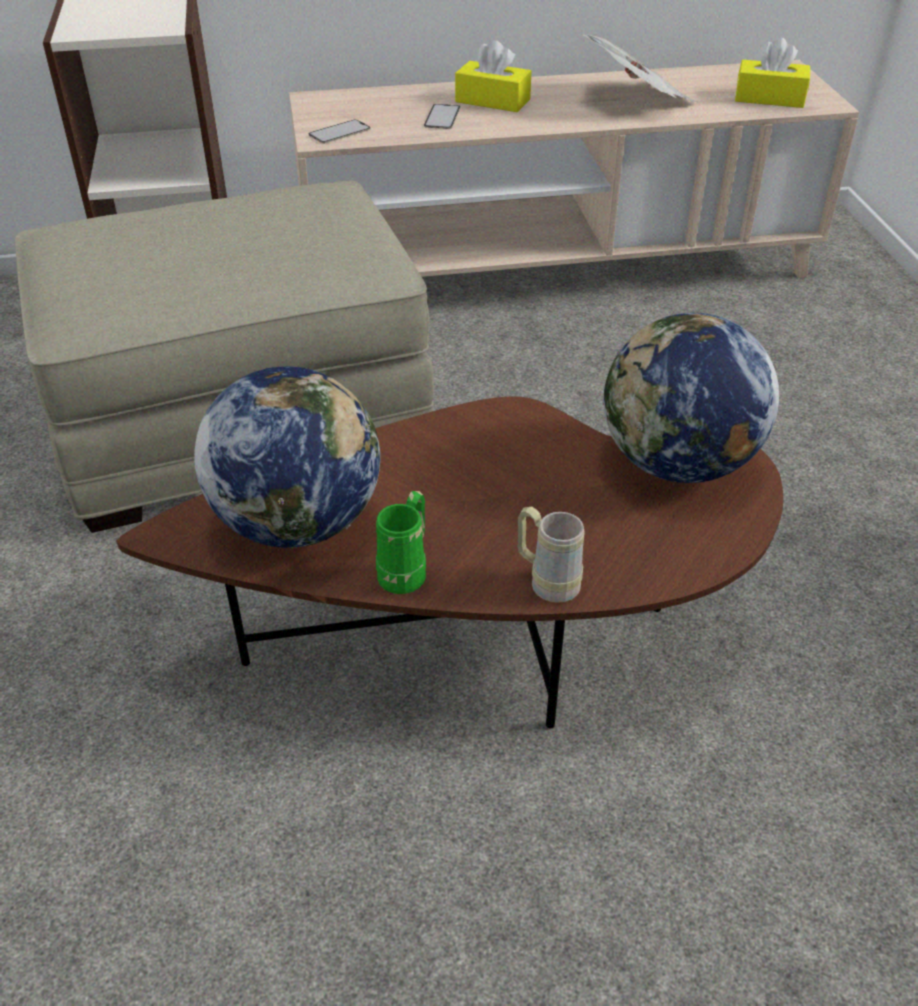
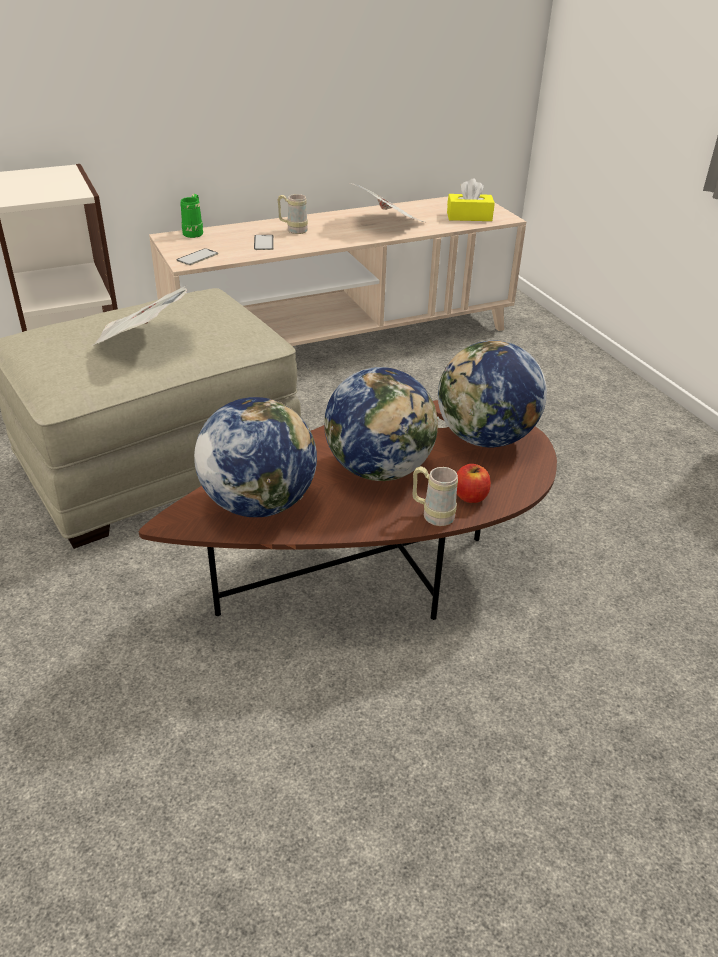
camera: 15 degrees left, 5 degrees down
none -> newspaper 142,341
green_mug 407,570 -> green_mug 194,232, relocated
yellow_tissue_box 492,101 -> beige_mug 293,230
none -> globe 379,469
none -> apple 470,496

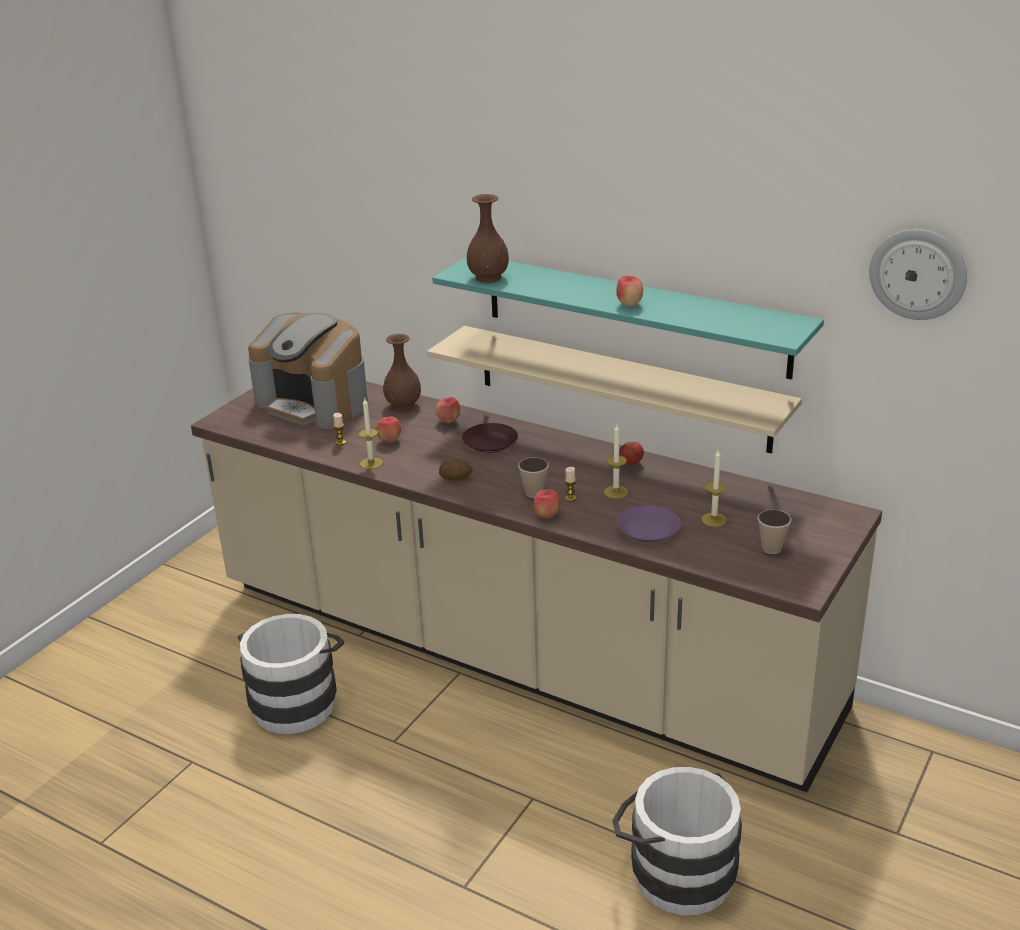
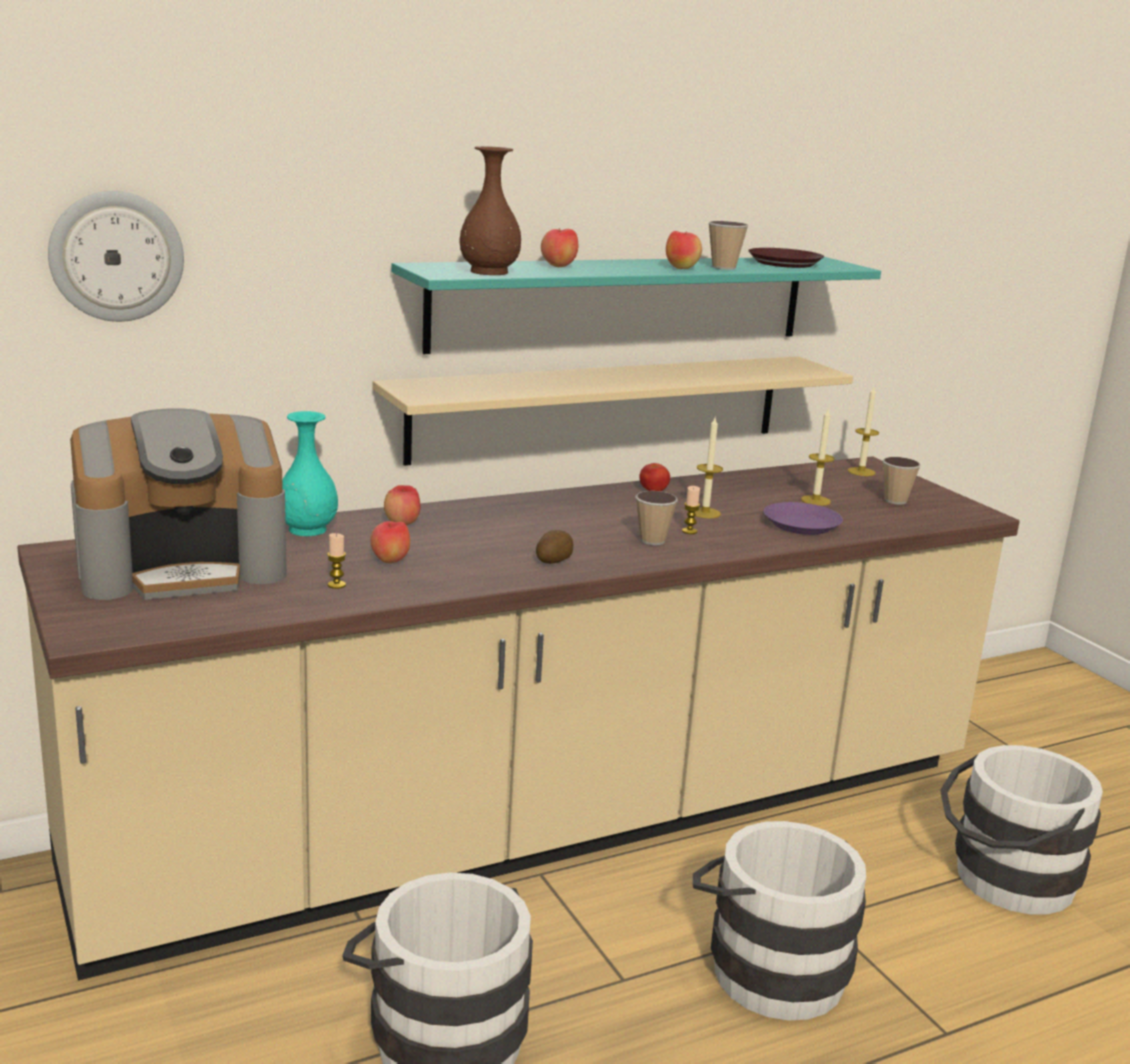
camera: 60 degrees left, 10 degrees down
wall_clock 918,273 -> wall_clock 116,256, relocated
brown_vase 403,405 -> turquoise_vase 307,529
apple 547,516 -> apple 558,266, relocated
none -> white_bucket 768,967
none -> cup 724,267
brown_plate 489,443 -> brown_plate 784,263, relocated
candle 371,463 -> candle 861,472, relocated

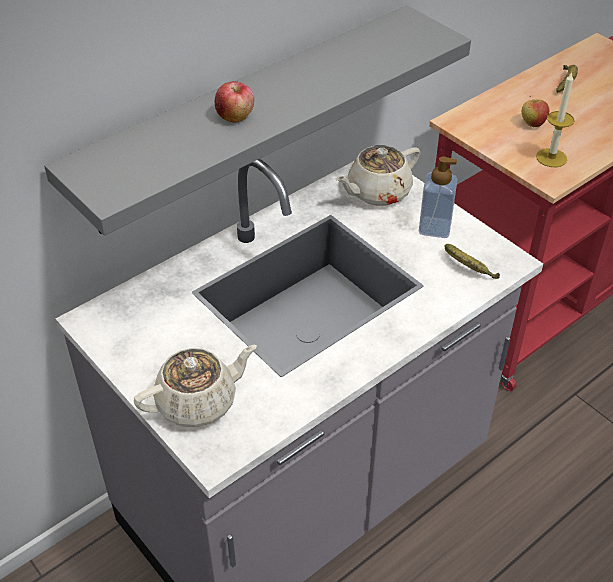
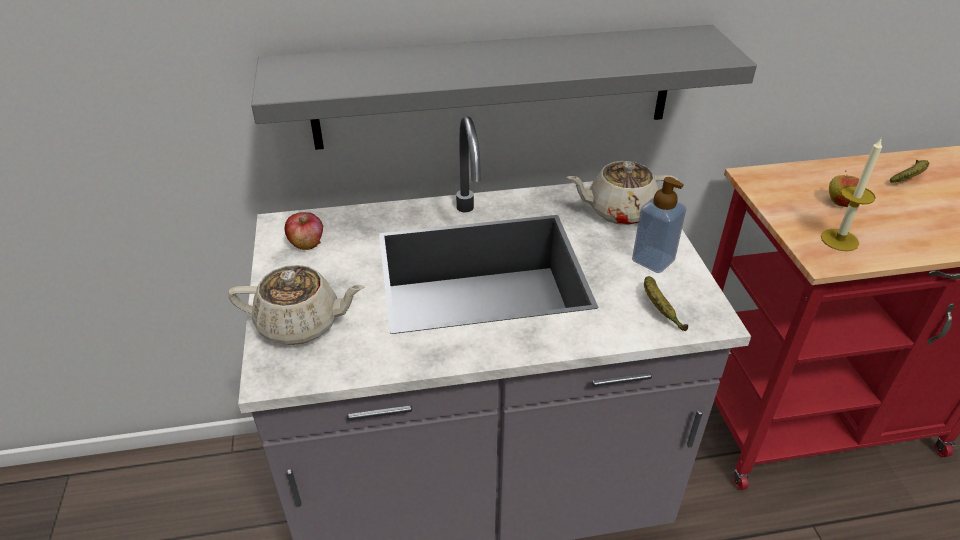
camera: 30 degrees right, 5 degrees down
apple 235,116 -> apple 307,243, relocated

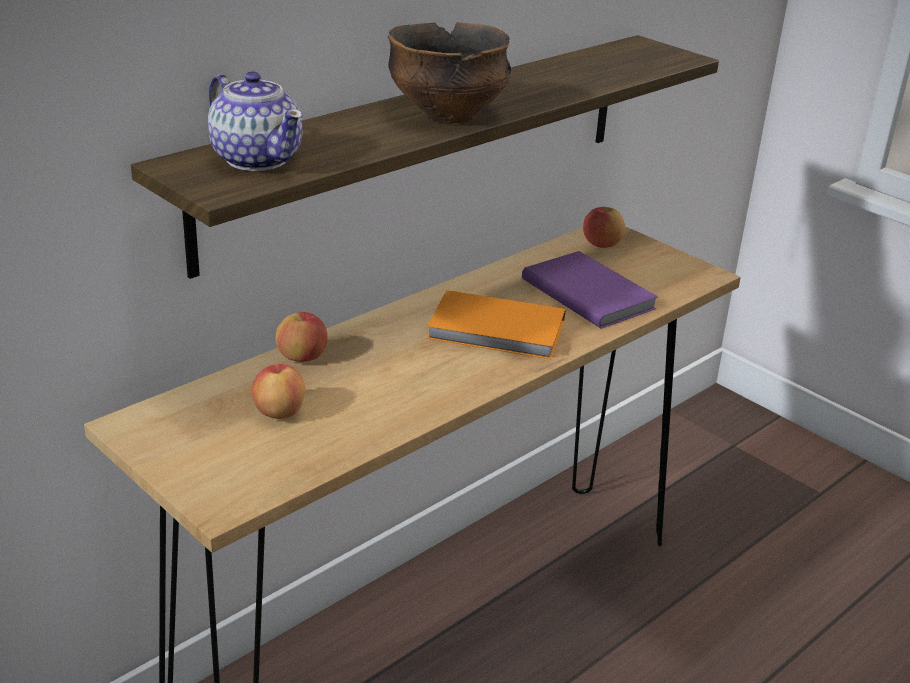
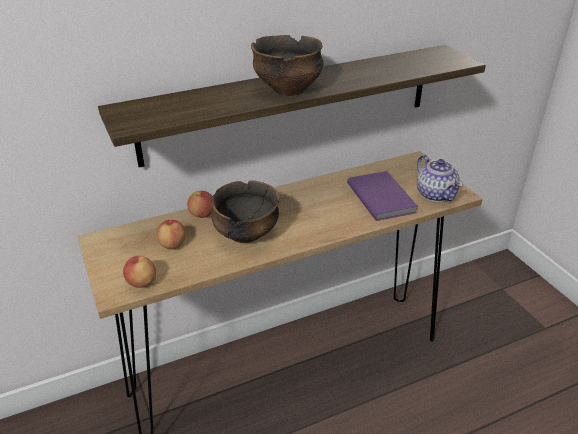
camera: 20 degrees right, 5 degrees up
apple 601,245 -> apple 141,283, relocated
none -> bowl 245,234
teapot 257,159 -> teapot 435,194, relocated
orange_book 498,331 -> none

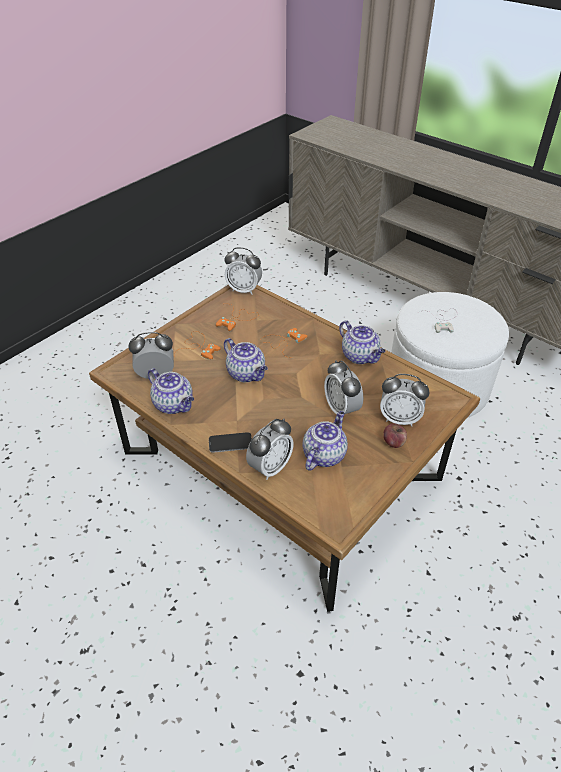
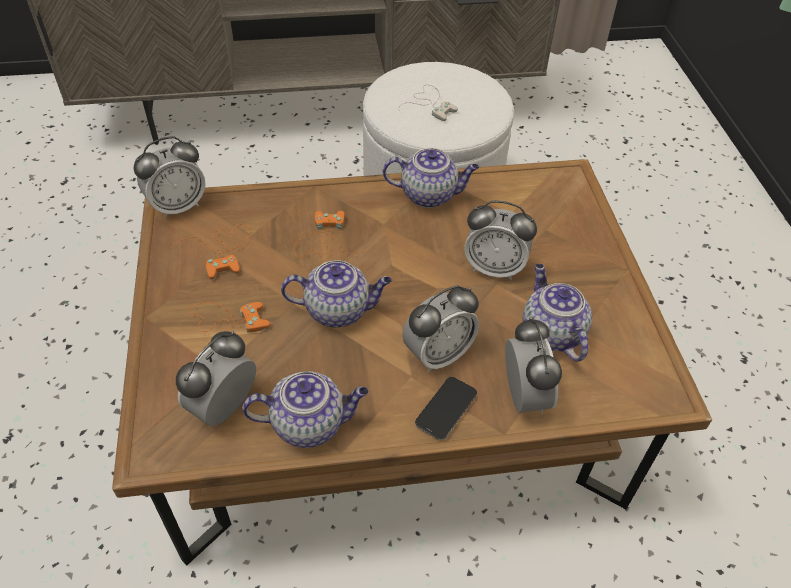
camera: 50 degrees left, 5 degrees up
alarm_clock 399,418 -> alarm_clock 438,355, relocated
apple 394,442 -> none

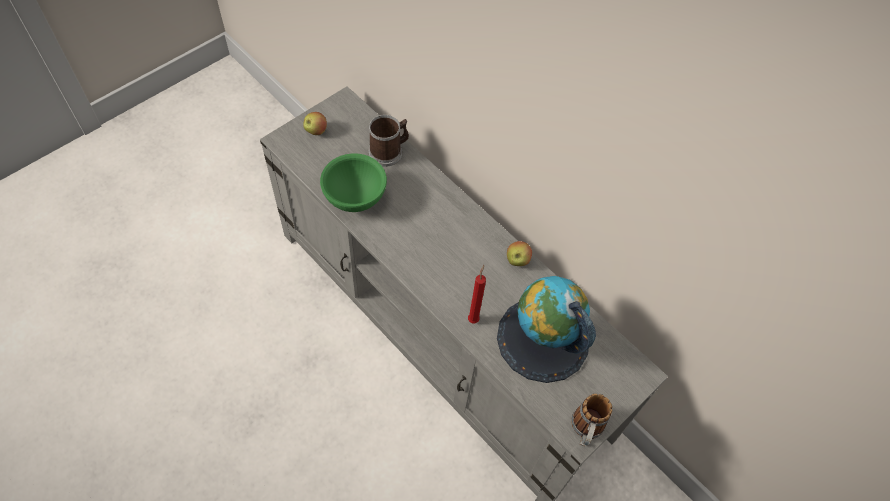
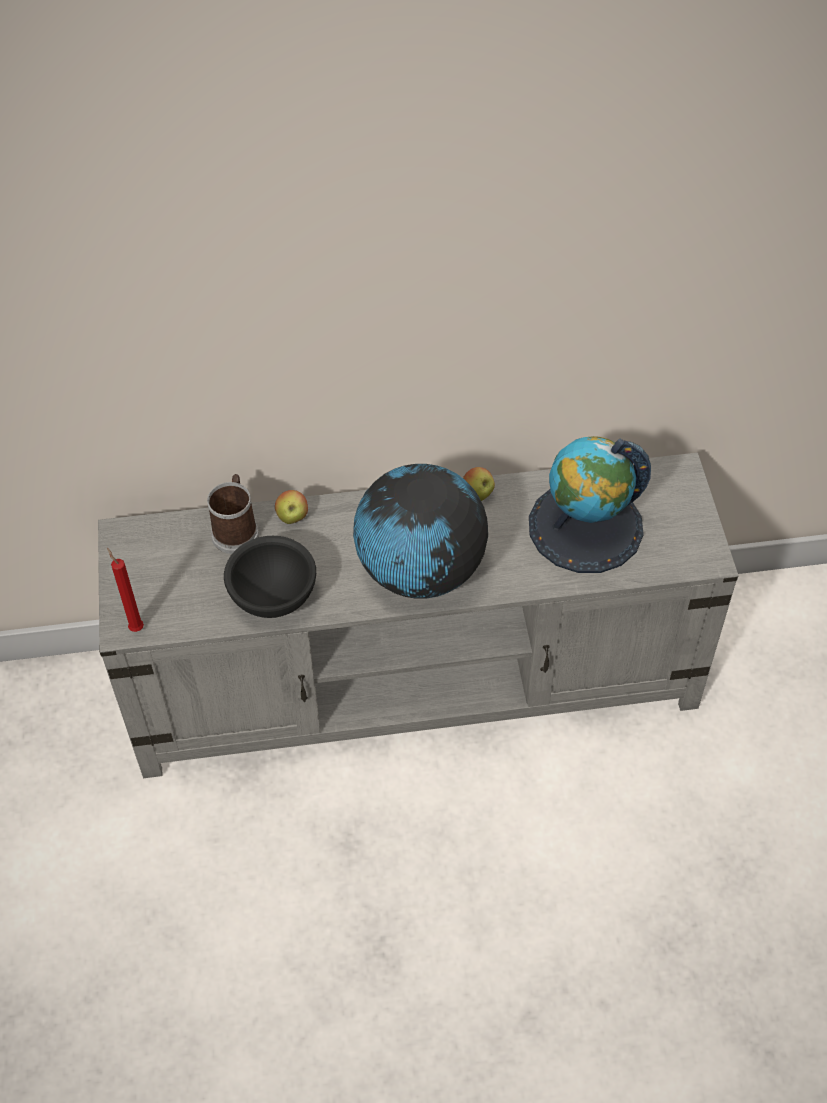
camera: 50 degrees left, 5 degrees down
red_candle 473,318 -> red_candle 135,627, relocated
green_bowl 354,197 -> black_bowl 272,598
apple 316,131 -> apple 292,517, relocated
none -> globe 420,570
mug 585,430 -> none

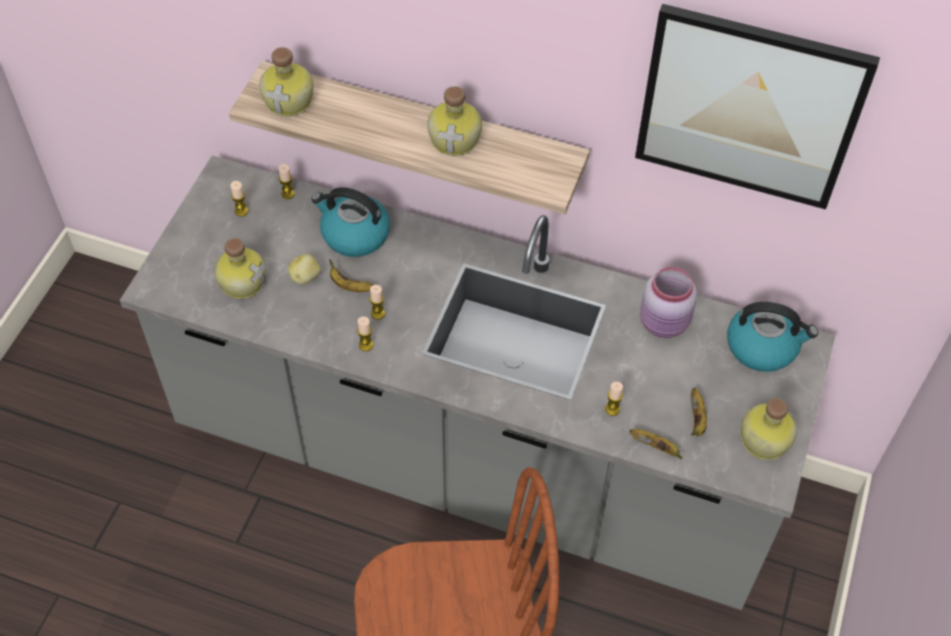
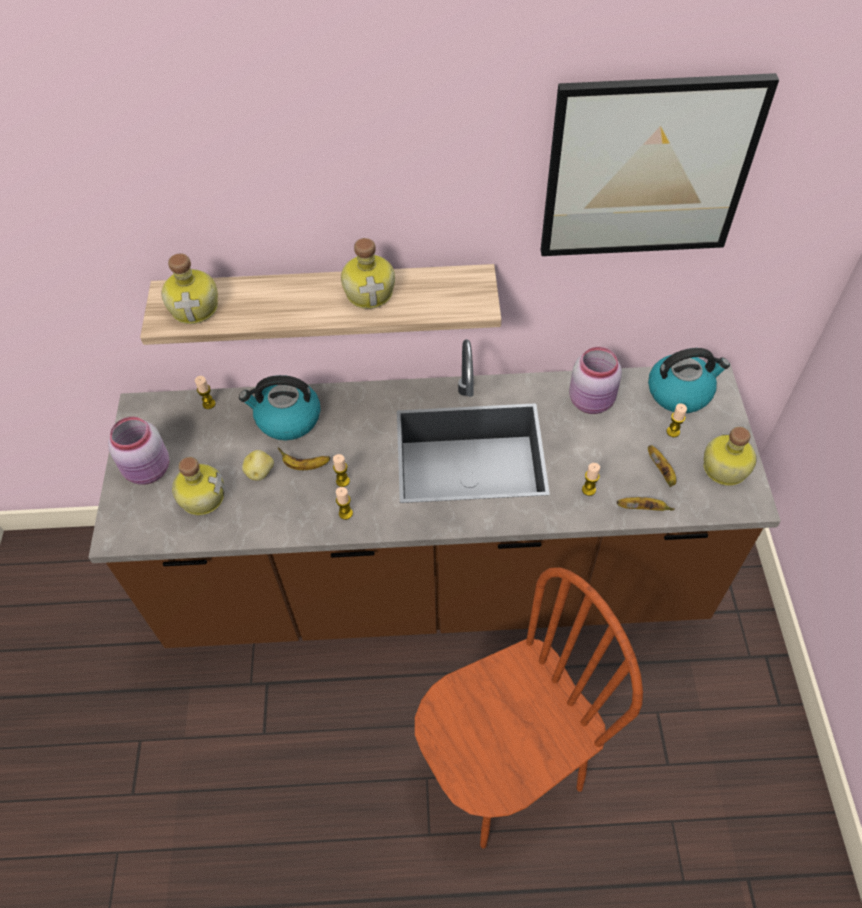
camera: 20 degrees left, 0 degrees up
grey_counter 472,462 -> brown_counter 435,582
none -> pink_jar 149,470
candle 241,211 -> candle 673,432, relocated

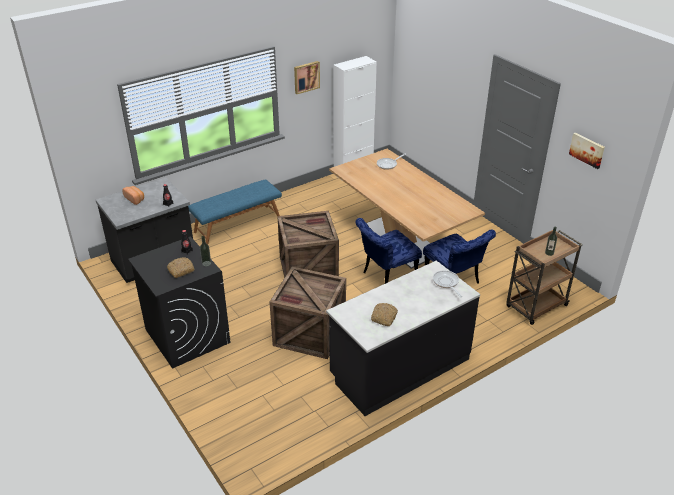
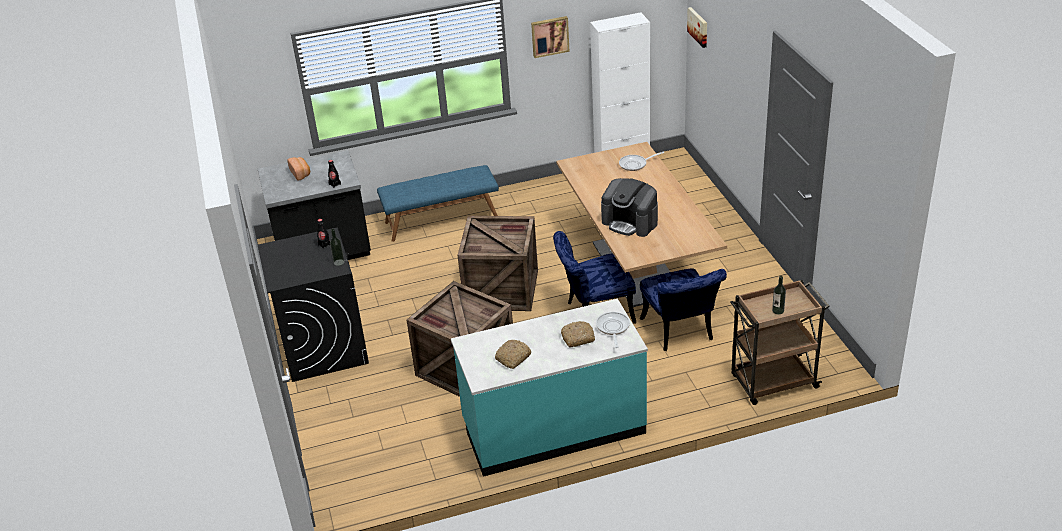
camera: 20 degrees right, 0 degrees up
black_counter 399,367 -> turquoise_counter 553,427
bread 181,270 -> bread 578,338, relocated
none -> coffee_machine 630,222
picture 587,150 -> picture 698,26, relocated

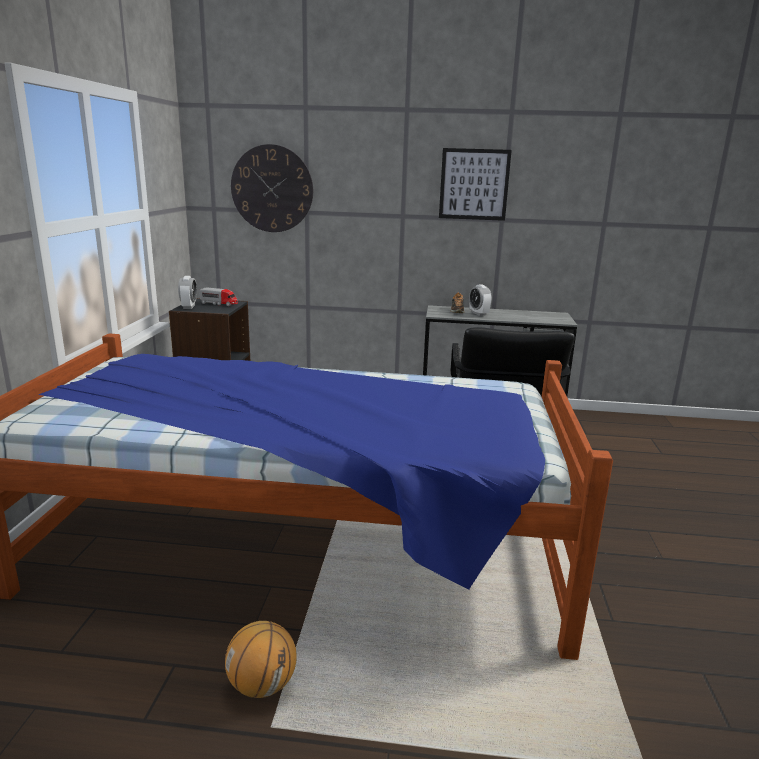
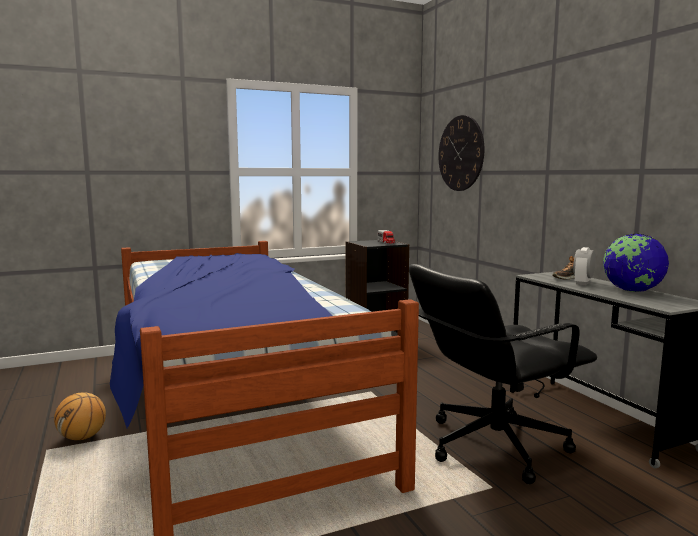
camera: 60 degrees right, 10 degrees down
none -> globe 632,291
alarm_clock 189,307 -> none
picture 474,184 -> none

